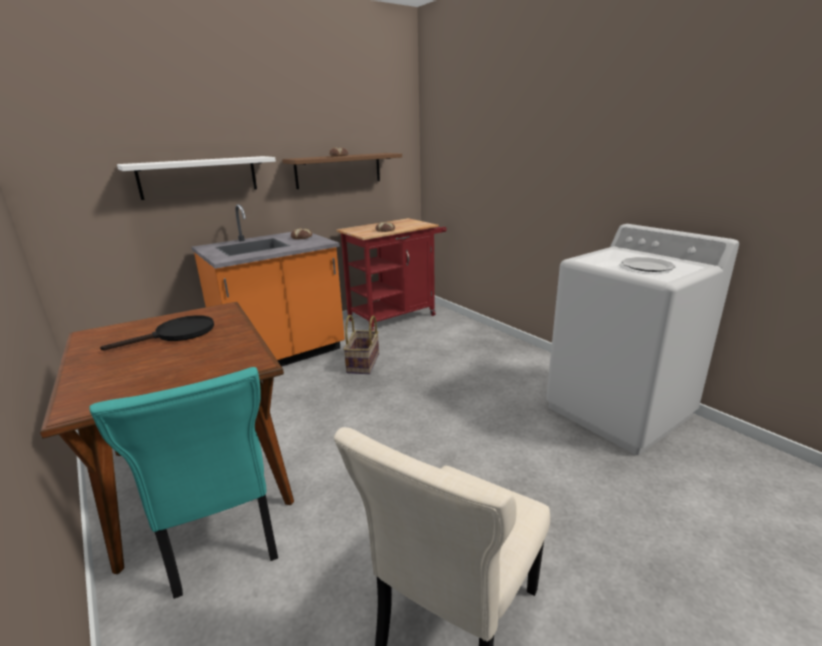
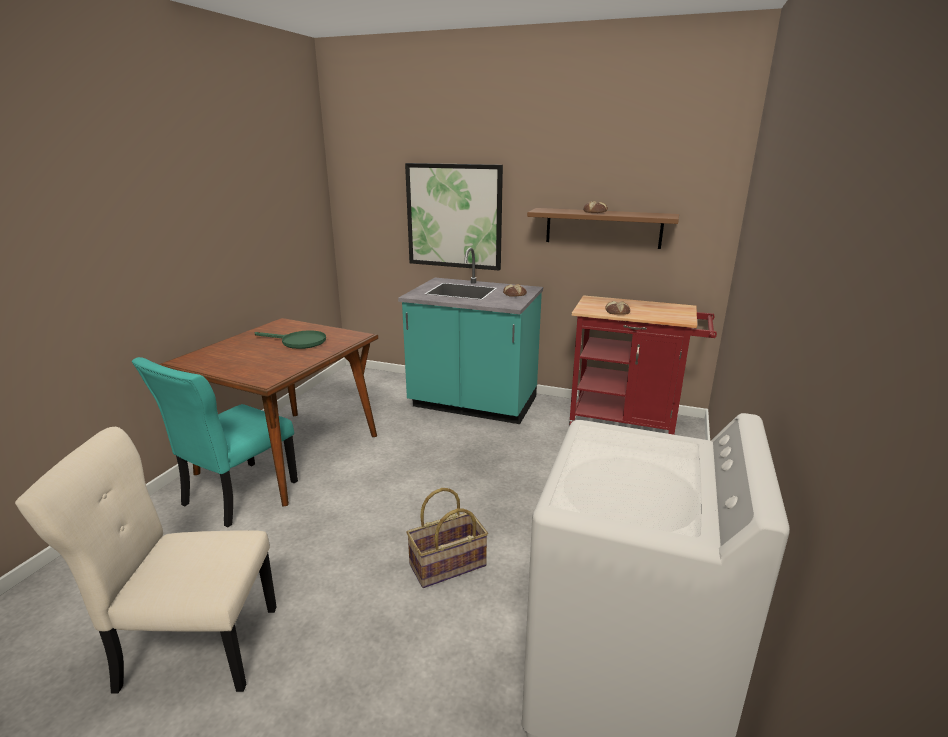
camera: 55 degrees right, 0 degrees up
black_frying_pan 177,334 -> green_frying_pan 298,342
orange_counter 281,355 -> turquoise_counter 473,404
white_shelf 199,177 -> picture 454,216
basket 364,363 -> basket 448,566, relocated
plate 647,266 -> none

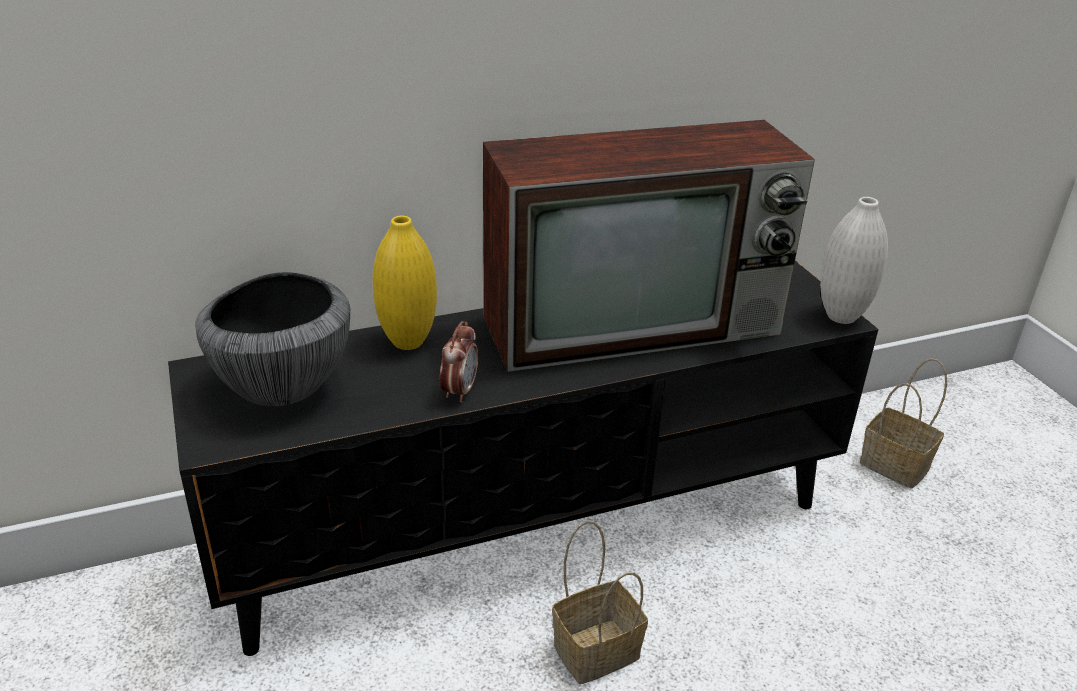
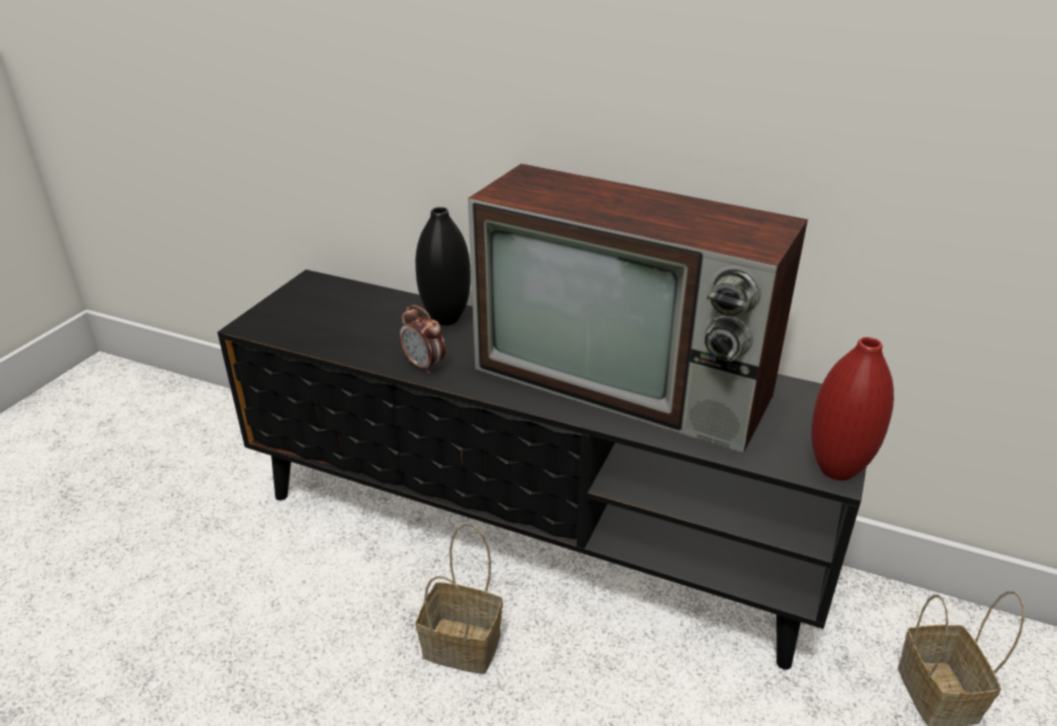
camera: 45 degrees right, 0 degrees up
alarm_clock 459,391 -> alarm_clock 424,365, 75 degrees clockwise
yellow_vase 408,342 -> black_vase 446,319
white_vase 841,316 -> red_vase 836,470
bowl 282,387 -> none

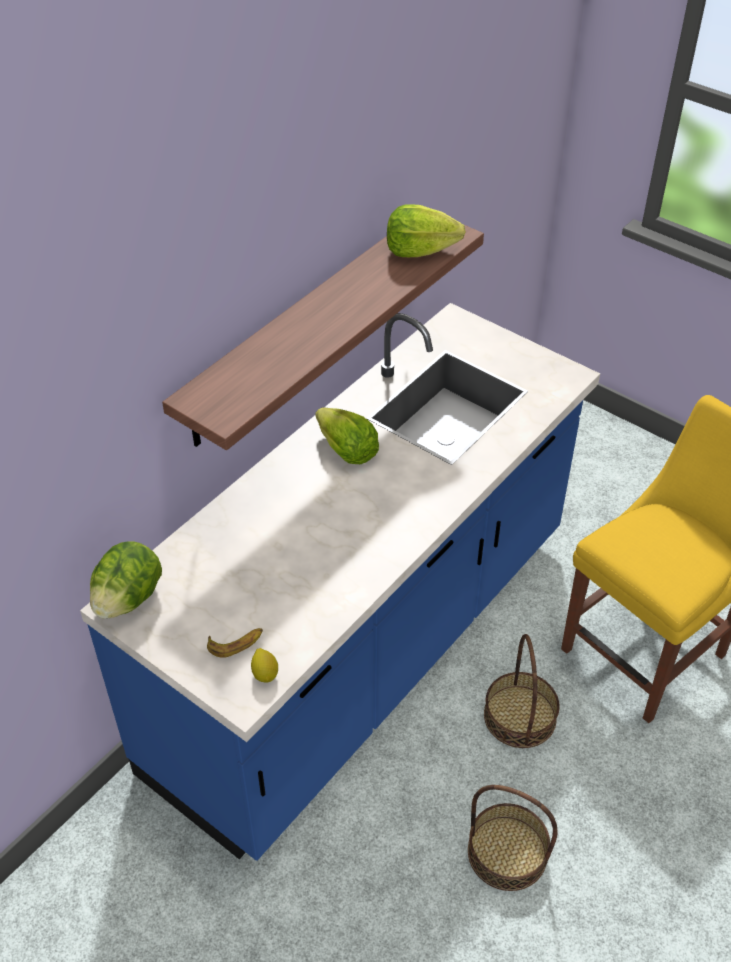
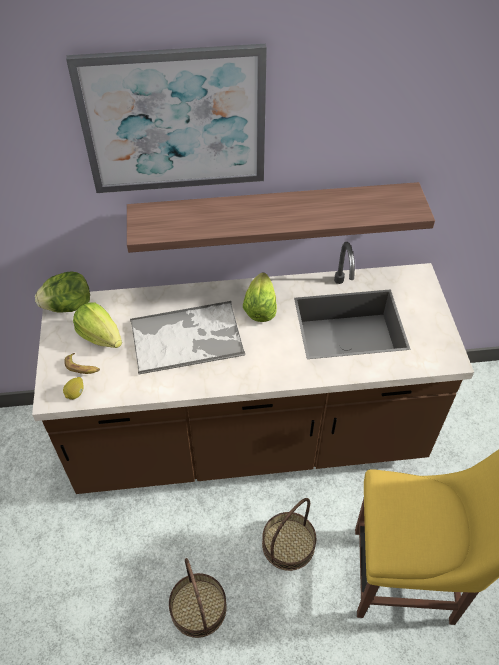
camera: 45 degrees right, 5 degrees up
blue_counter 365,651 -> brown_counter 249,438
none -> picture 174,122
lettuce 419,250 -> lettuce 100,336, relocated
none -> tray 188,338

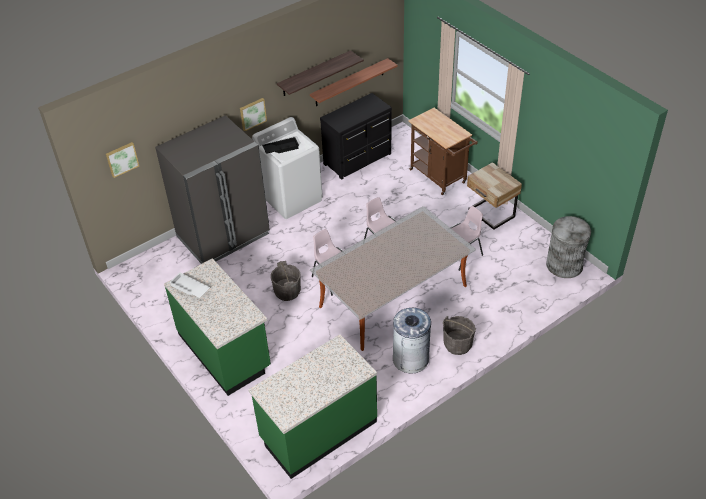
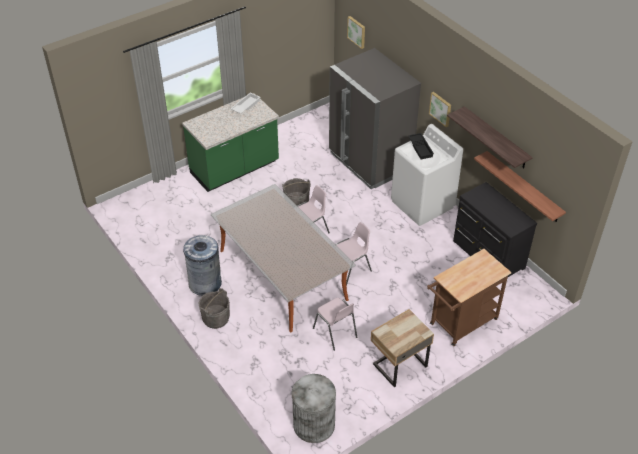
camera: 90 degrees right, 0 degrees up
green_counter 318,430 -> none

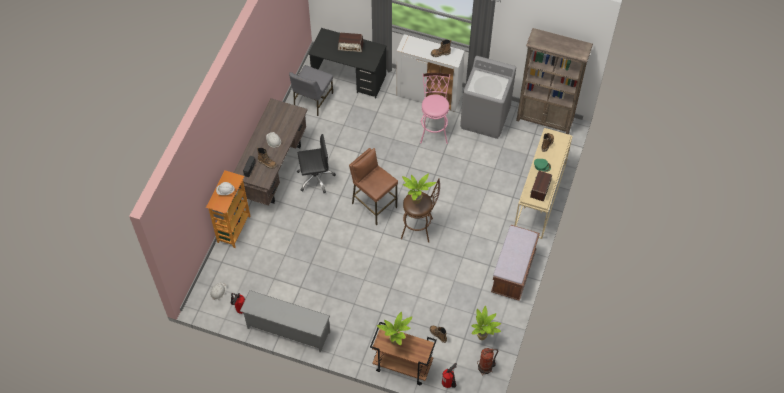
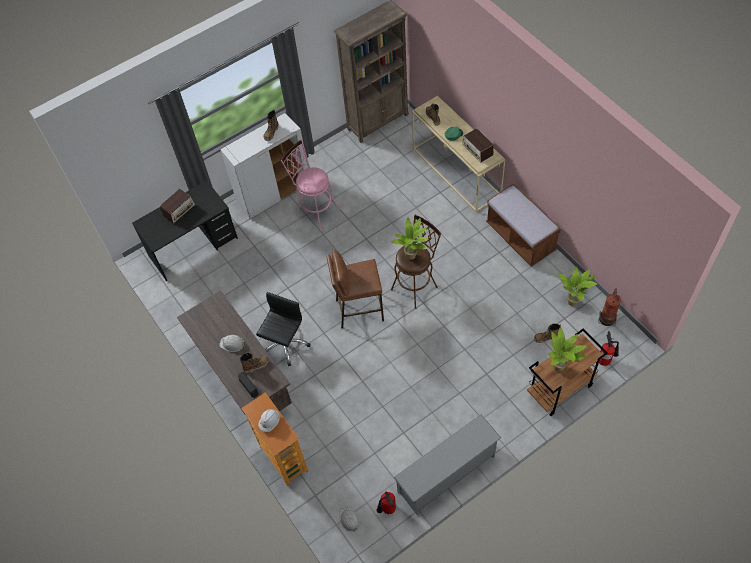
camera: 50 degrees left, 0 degrees up
grey_chair 312,100 -> none
grey_washing_machine 485,118 -> none

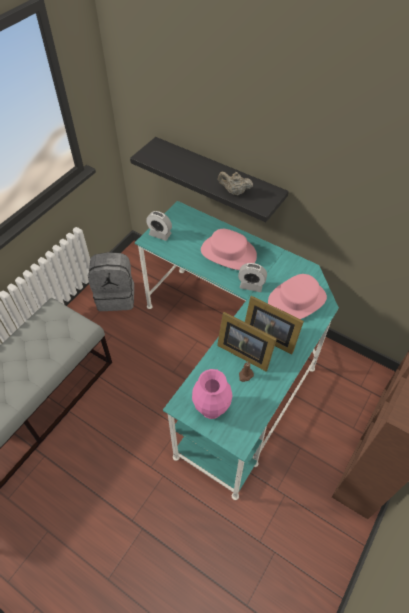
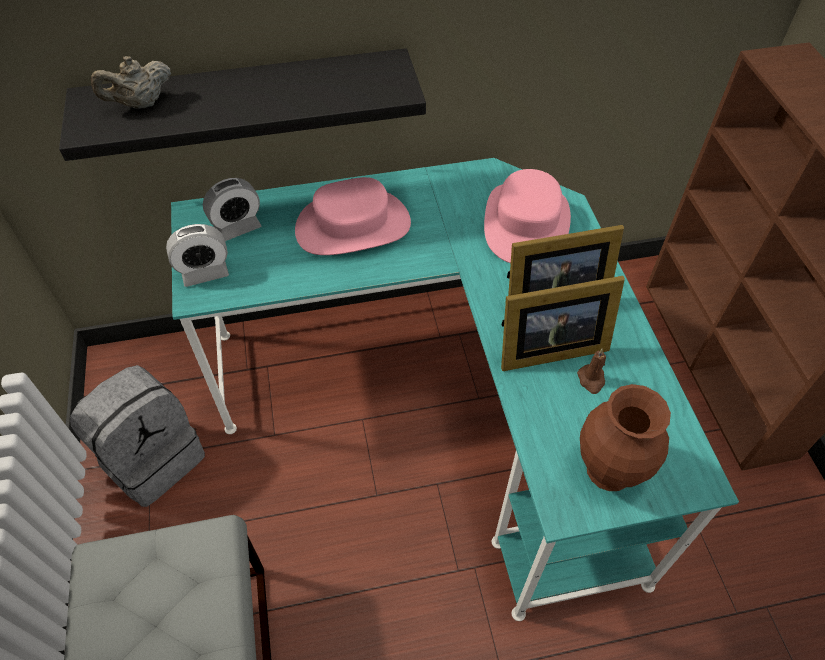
camera: 45 degrees left, 0 degrees up
beige_teapot 234,192 -> beige_teapot 141,104, relocated
alarm_clock 251,285 -> alarm_clock 237,227, relocated
pink_vase 211,409 -> brown_vase 610,471

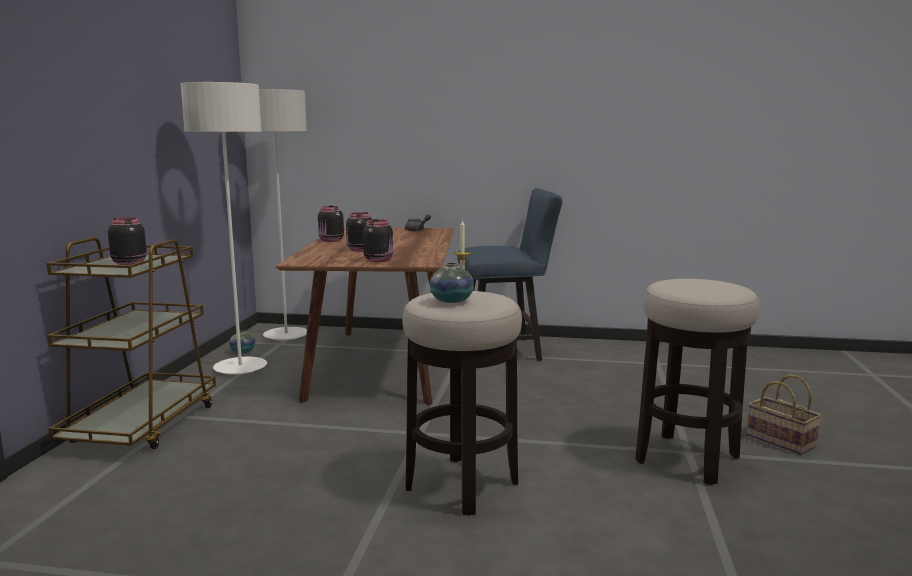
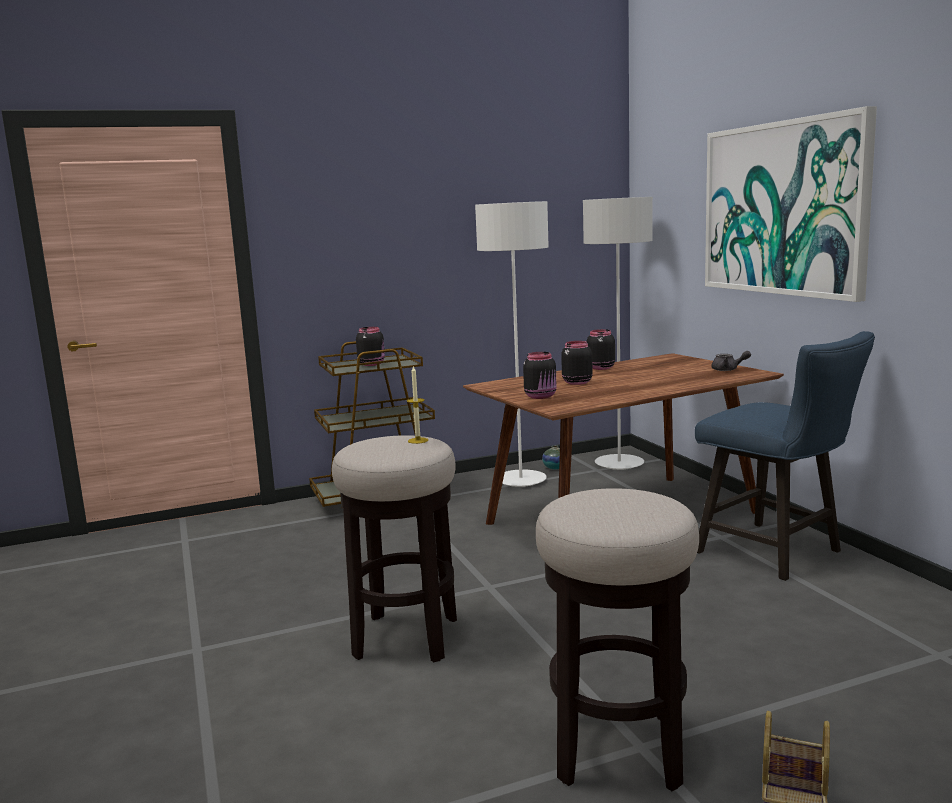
camera: 60 degrees right, 0 degrees up
none -> picture 783,208
vase 451,301 -> none

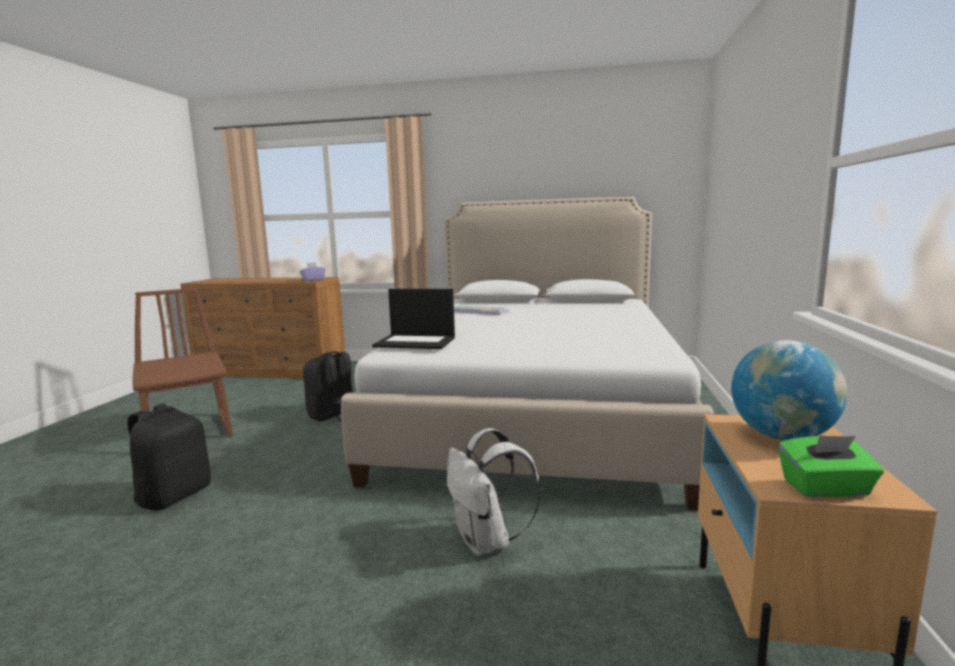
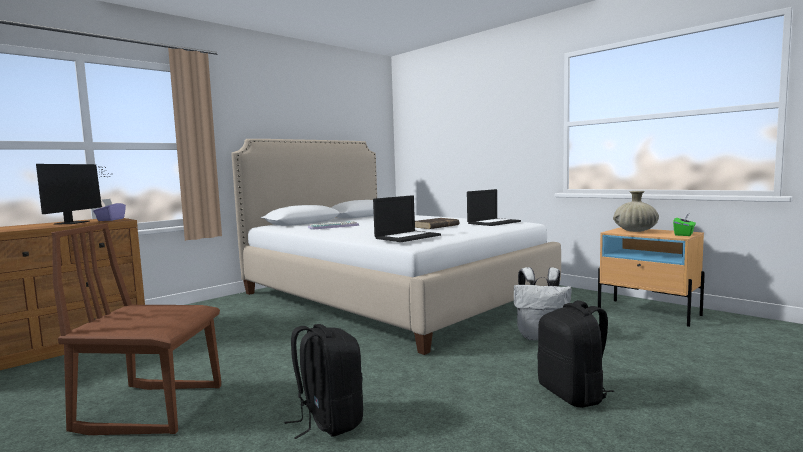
camera: 55 degrees left, 5 degrees down
none -> monitor 76,222
none -> brown_book 435,226
none -> laptop 493,222
black_backpack 332,415 -> black_backpack 573,394, relocated
globe 782,436 -> beige_vase 635,231

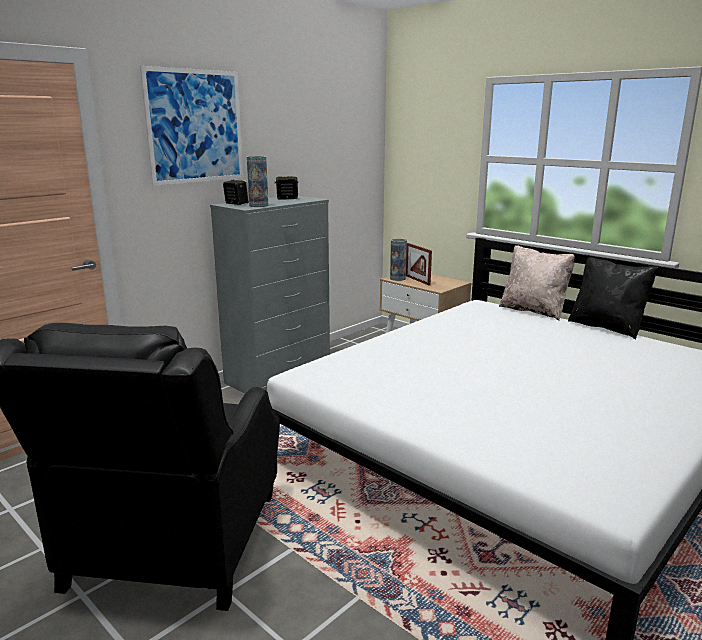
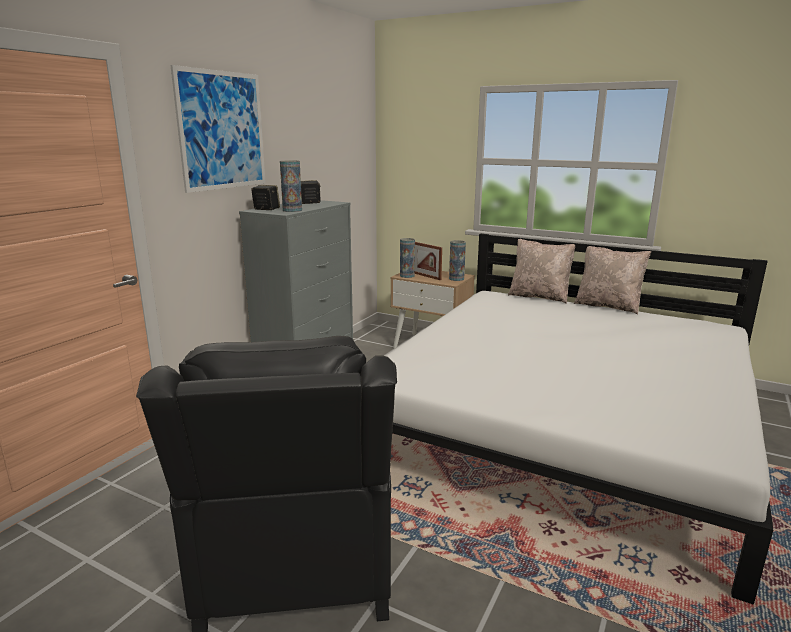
camera: 15 degrees left, 0 degrees up
none -> vase 456,279
black_pillow 607,327 -> beige_pillow 608,306

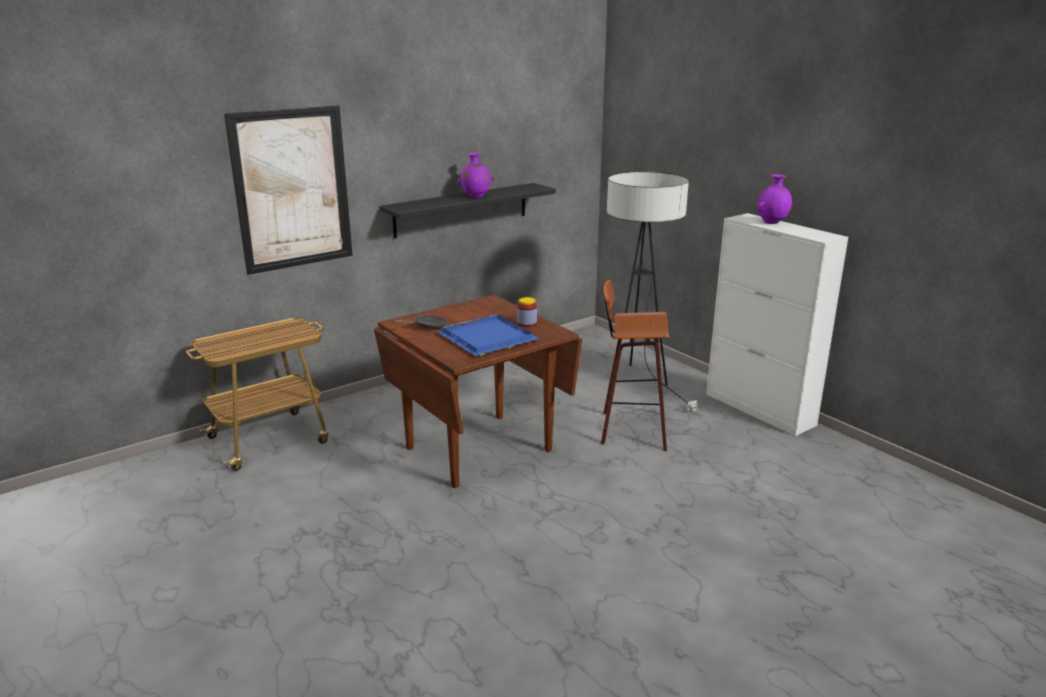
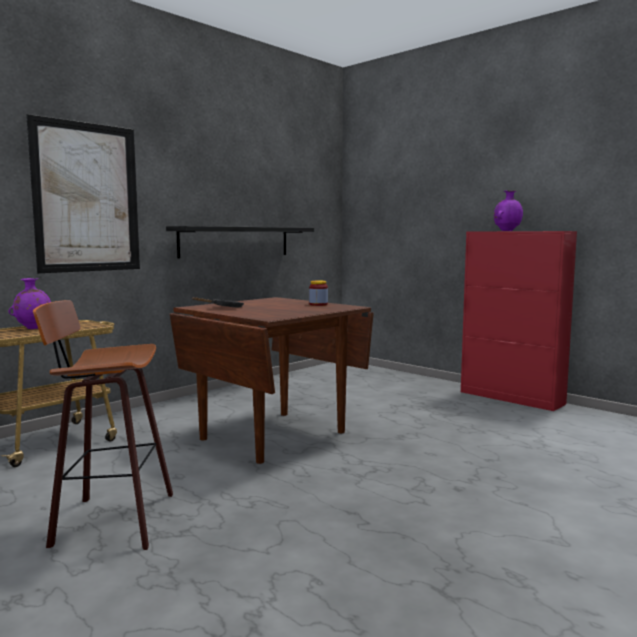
camera: 10 degrees left, 15 degrees down
purple_vase 475,197 -> purple_vase 34,328, relocated
stool 630,429 -> stool 110,520, relocated
white_cabinet 759,409 -> red_cabinet 511,398
blue_tray 487,339 -> none
floor_lamp 638,384 -> none

